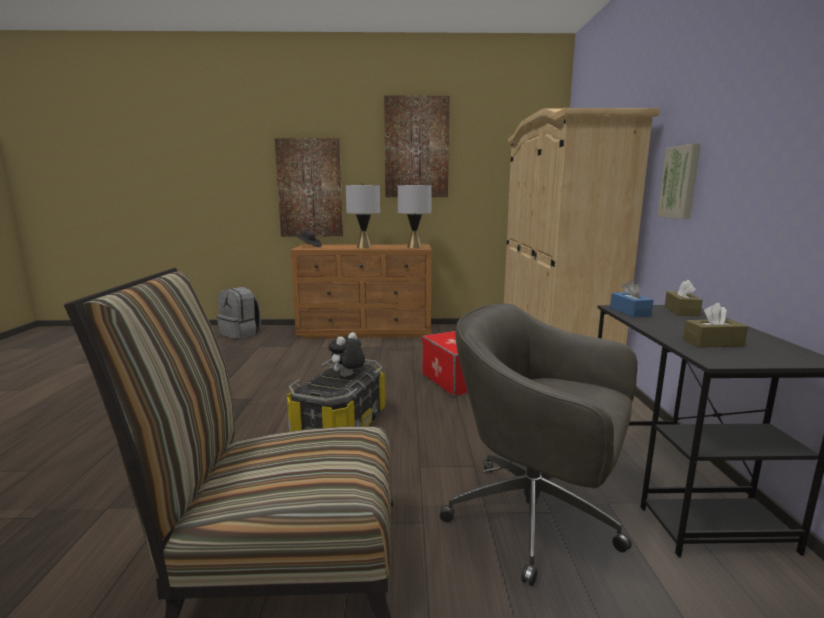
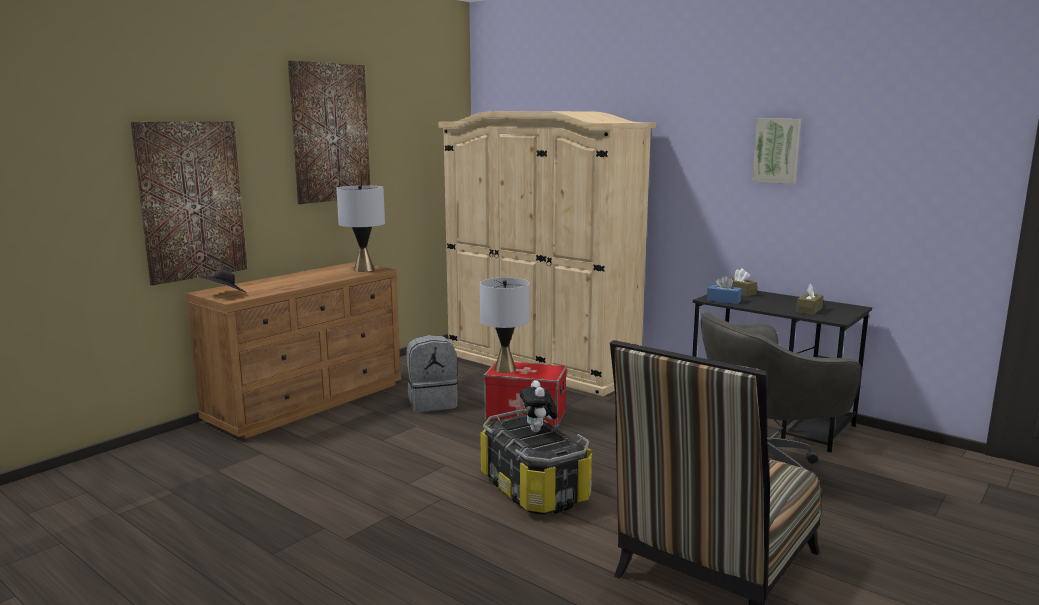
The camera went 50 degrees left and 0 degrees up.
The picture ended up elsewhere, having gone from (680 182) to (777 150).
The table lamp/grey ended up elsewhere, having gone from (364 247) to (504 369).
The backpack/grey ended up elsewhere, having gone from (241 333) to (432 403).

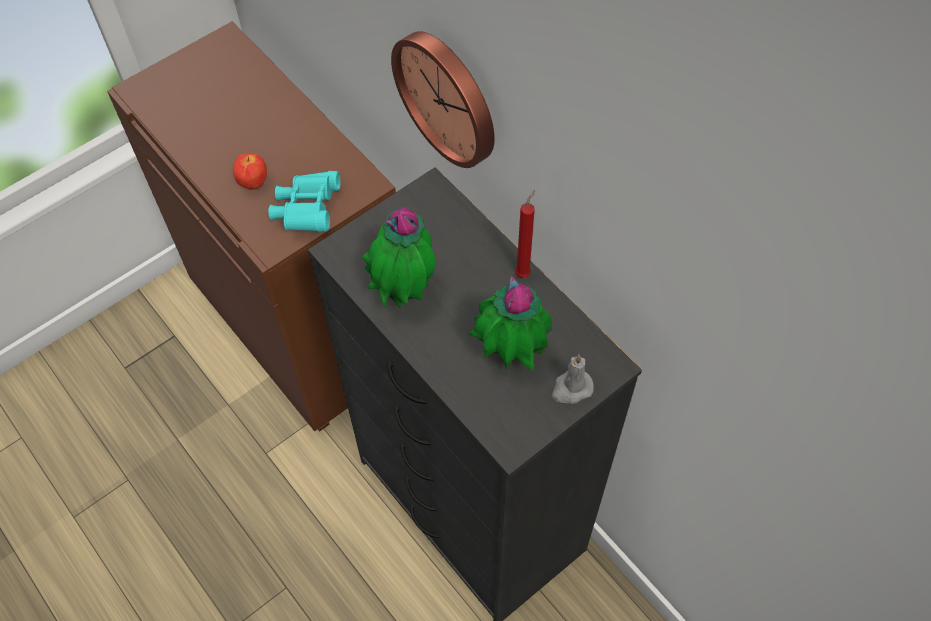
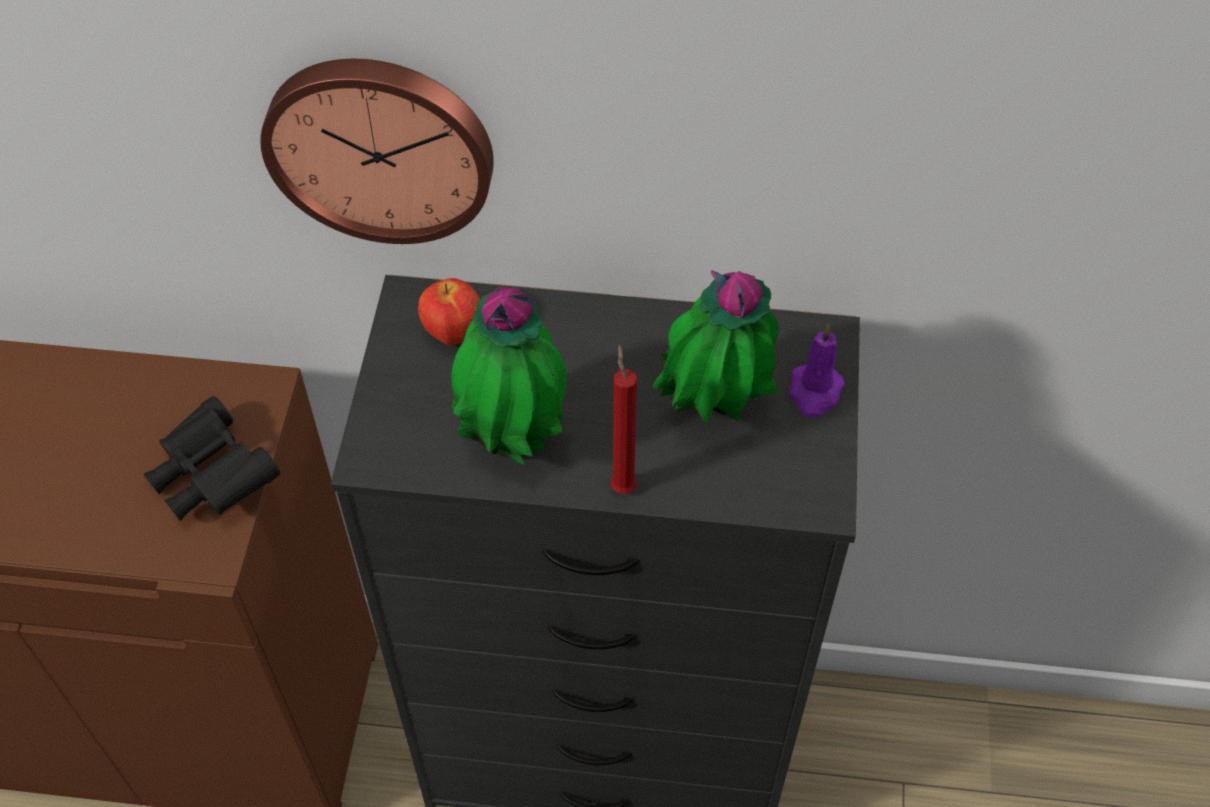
The camera went 45 degrees left and 5 degrees down.
The apple ended up elsewhere, having gone from (253 182) to (452 334).
What was the binoculars/turquoise at (307 211) turned into the binoculars/black at (213 477).
The candle/red ended up elsewhere, having gone from (524 272) to (622 485).
What was the candle/grey at (571 388) turned into the candle/purple at (814 392).

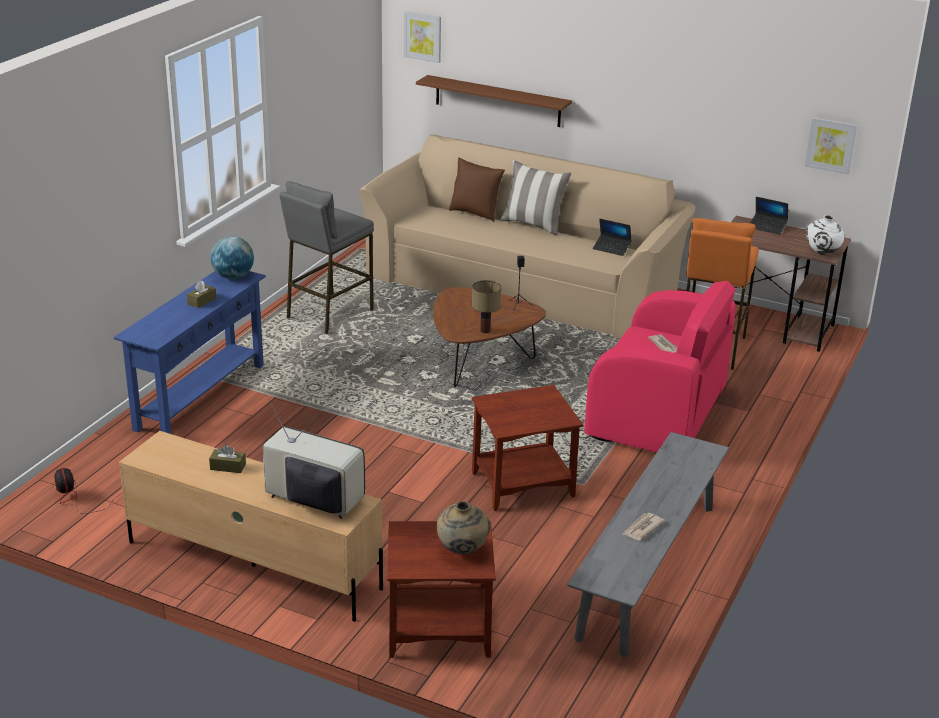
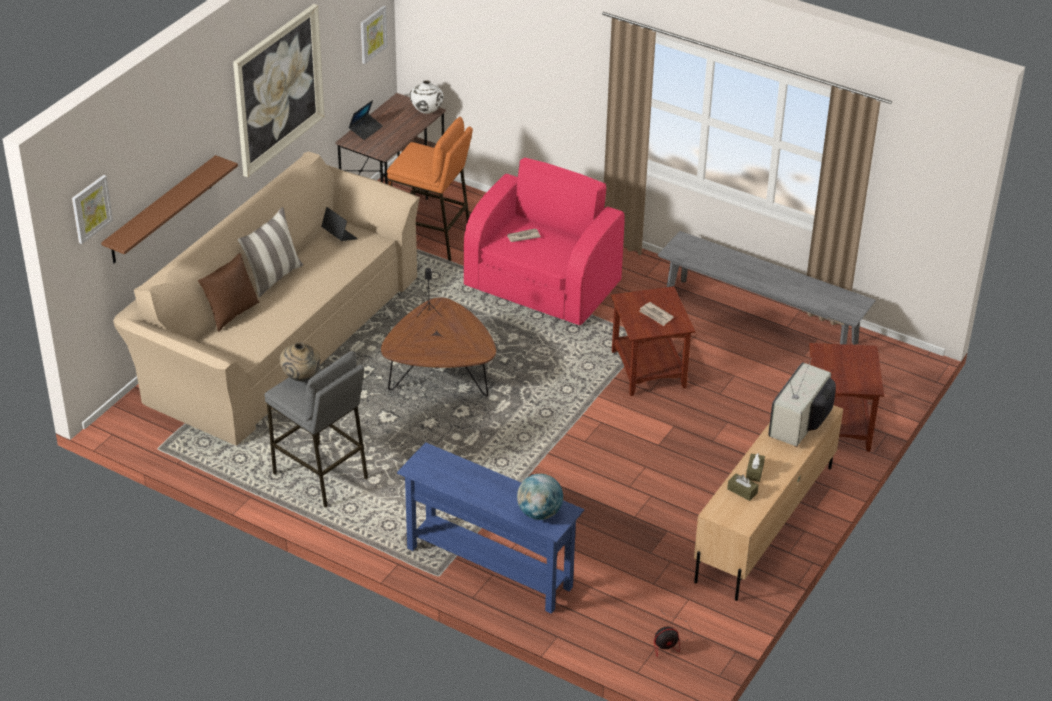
The camera went 85 degrees left and 10 degrees up.
The laptop at (611 248) ended up facing another way, 75 degrees counterclockwise from before.
The globe ended up elsewhere, having gone from (233 277) to (539 513).
The tissue box/brown ended up elsewhere, having gone from (202 301) to (742 491).
The second view lost the table lamp at (484 331).
The vase/beige ended up elsewhere, having gone from (462 551) to (301 378).
The newspaper ended up elsewhere, having gone from (642 528) to (656 315).
The second view gained the picture at (278 89).

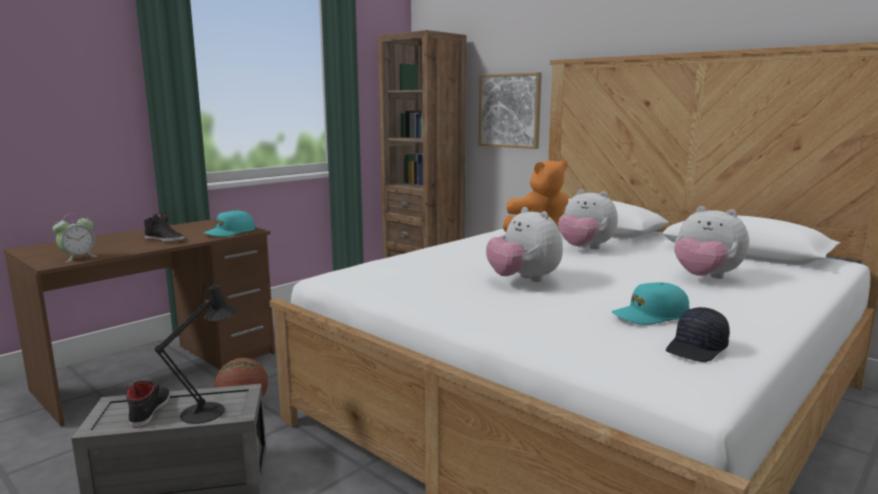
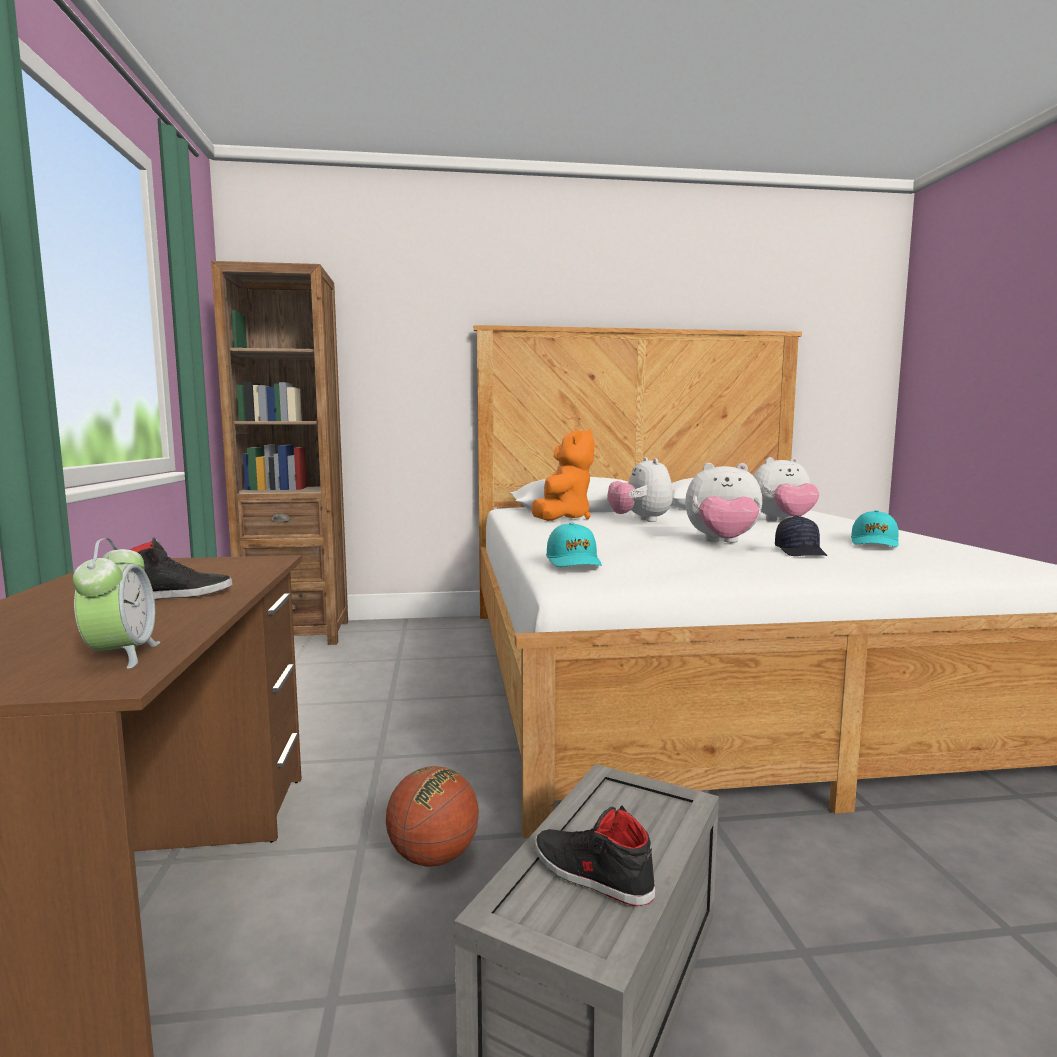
The camera went 50 degrees left and 5 degrees down.
The second view lost the picture at (509 110).
The plush toy at (585 248) ended up facing another way, 90 degrees clockwise from before.
The cap/turquoise ended up elsewhere, having gone from (230 232) to (573 561).
The second view lost the table lamp/black at (209 410).
The cap/black ended up elsewhere, having gone from (697 349) to (801 552).

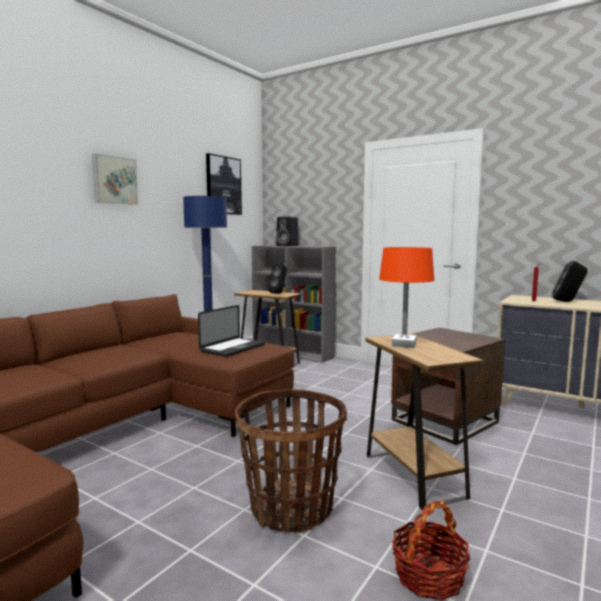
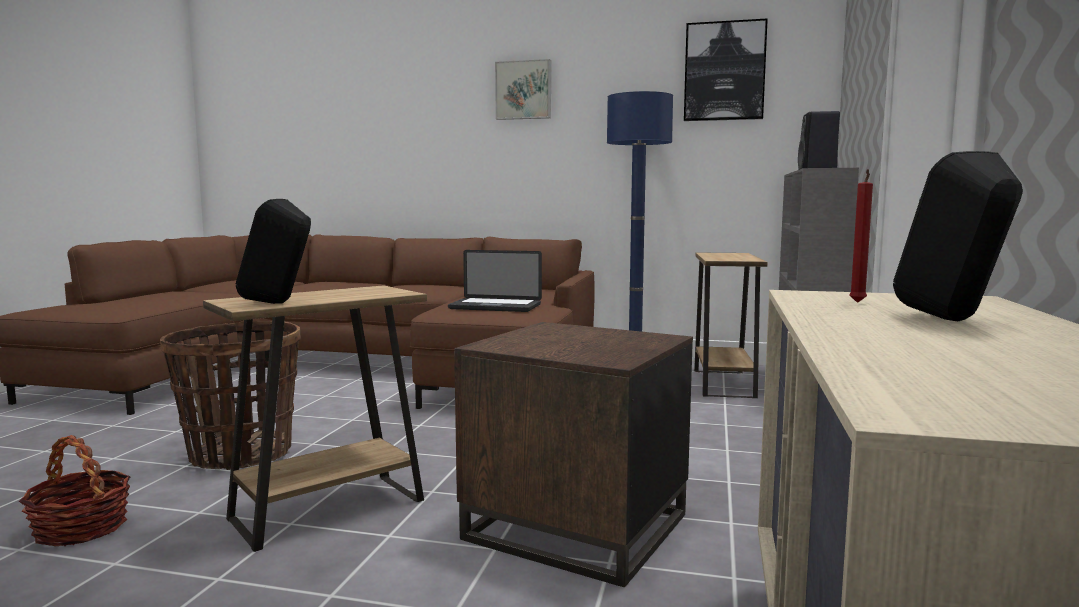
The camera went 70 degrees right and 0 degrees up.
The second view lost the table lamp/orange at (403 344).
The speaker/black ended up elsewhere, having gone from (279 293) to (279 303).

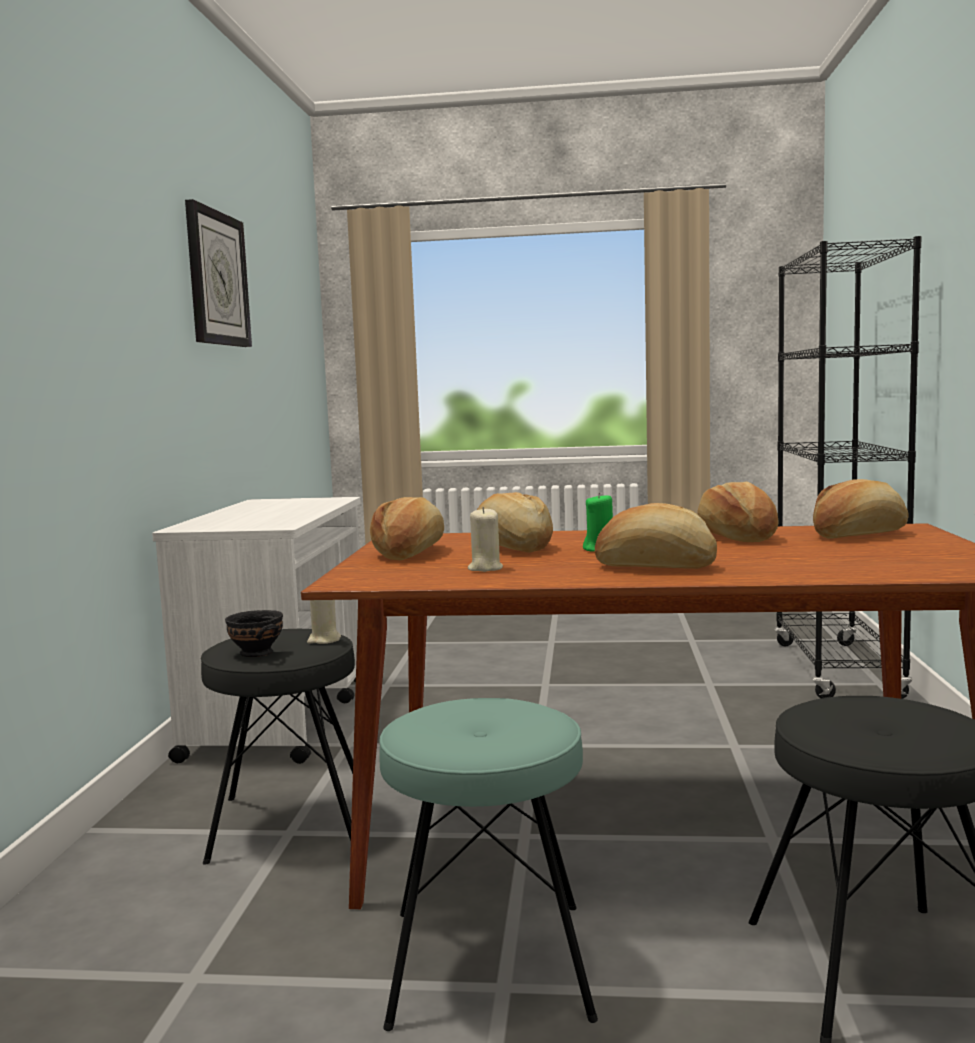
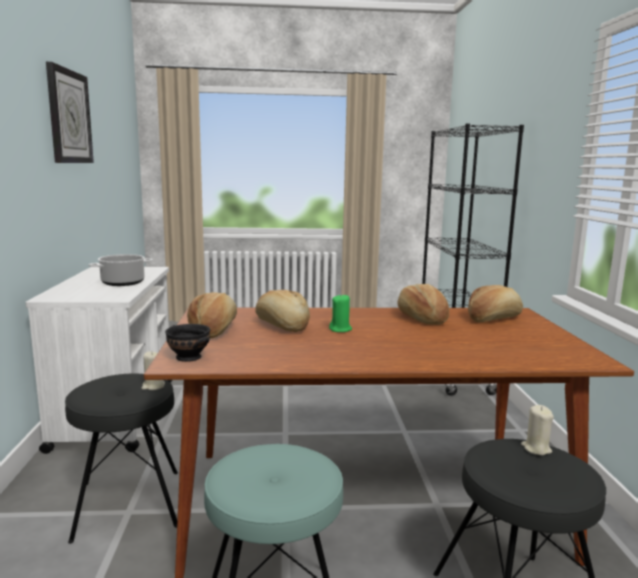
The camera went 10 degrees left and 5 degrees up.
The second view lost the bread at (655 567).
The candle/beige ended up elsewhere, having gone from (485 568) to (536 448).
The bowl/black ended up elsewhere, having gone from (257 652) to (188 357).
The second view gained the cooking pot at (123 282).

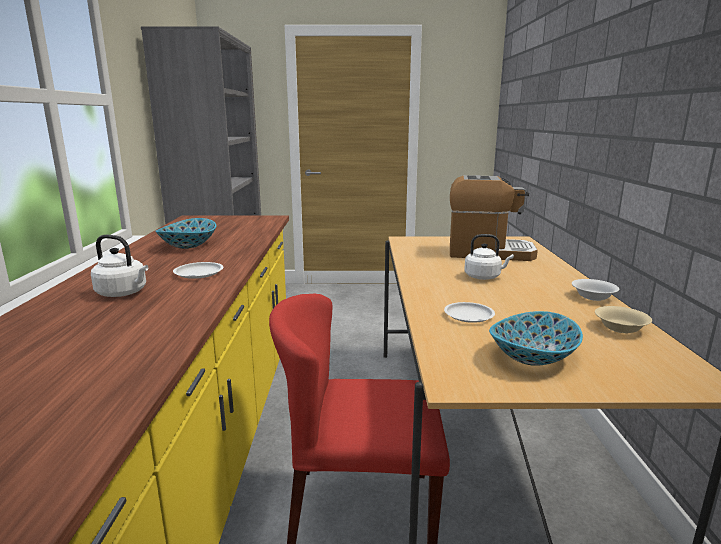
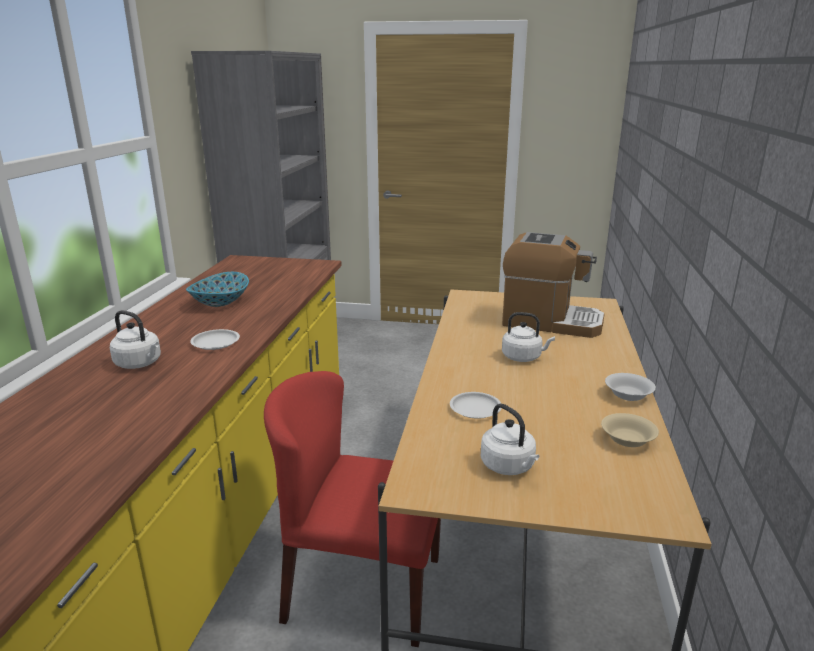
The camera went 10 degrees right and 5 degrees up.
Where the bowl stood at (533 357), the kettle/white came to stand at (509 467).

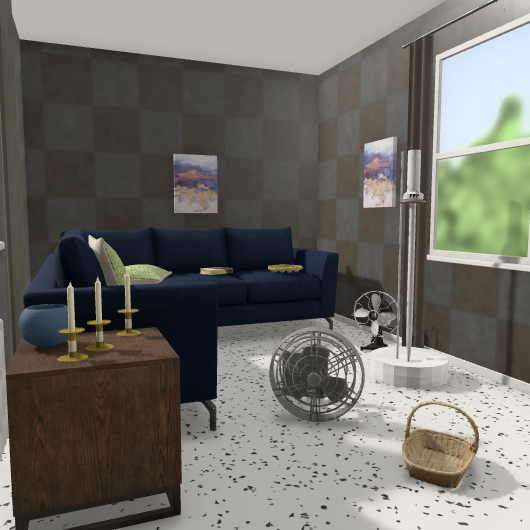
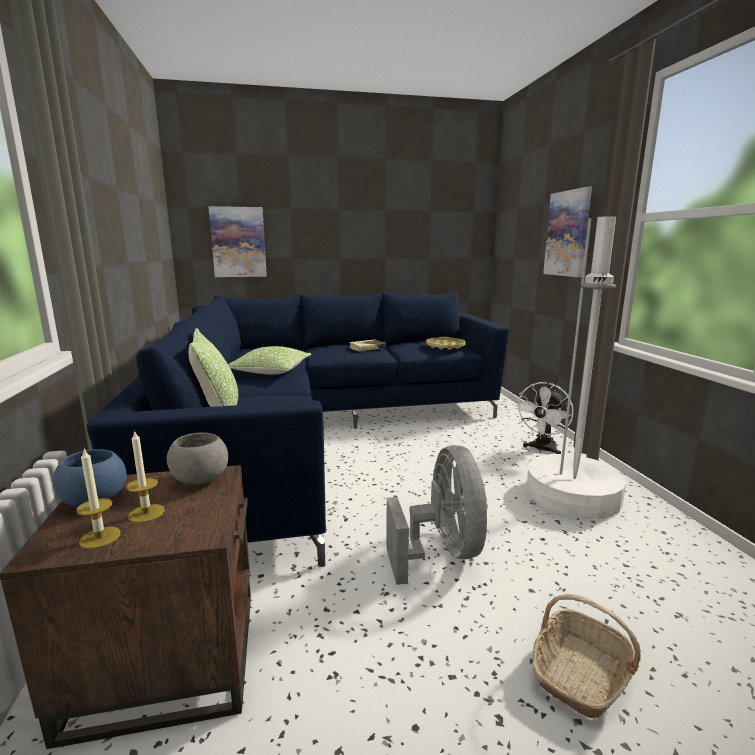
The camera went 10 degrees right and 10 degrees up.
The picture ended up elsewhere, having gone from (195 184) to (238 242).
Where the candle stood at (128 333), the bowl/grey came to stand at (199 480).
The fan/grey at (313 415) ended up facing another way, 120 degrees counterclockwise from before.

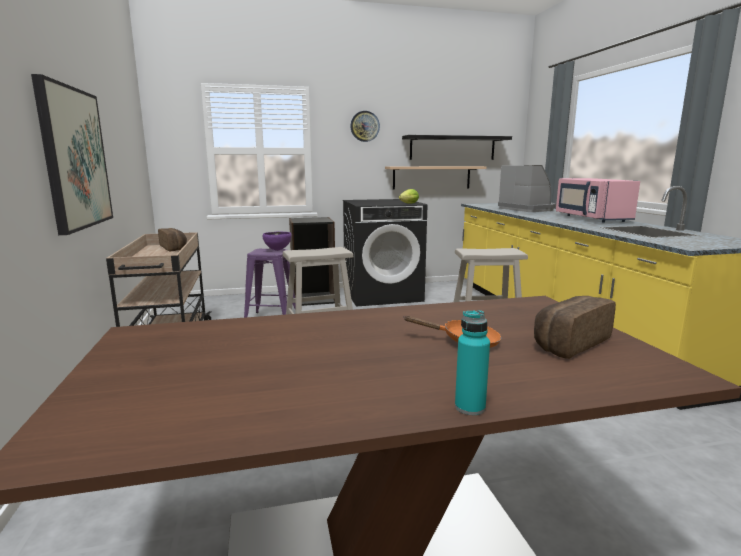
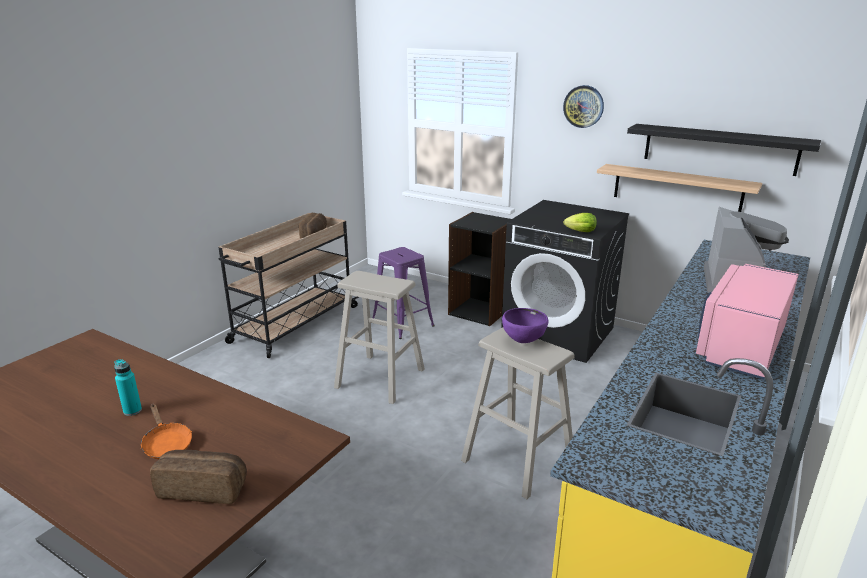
The camera went 45 degrees right and 10 degrees up.
The second view lost the picture at (75 158).
The bowl/purple ended up elsewhere, having gone from (278 250) to (523 341).
The bottle/turquoise ended up elsewhere, having gone from (470 407) to (132 411).

